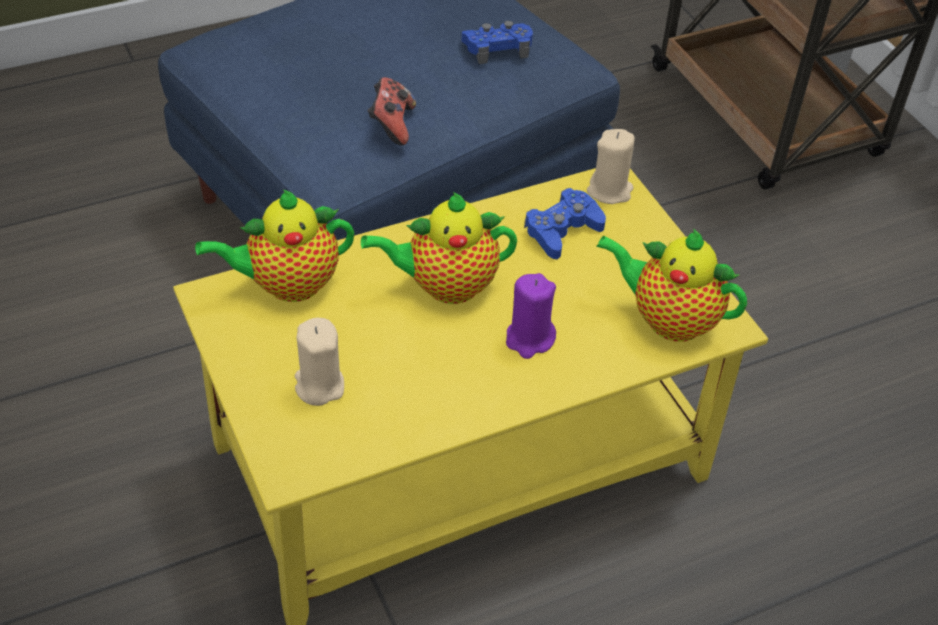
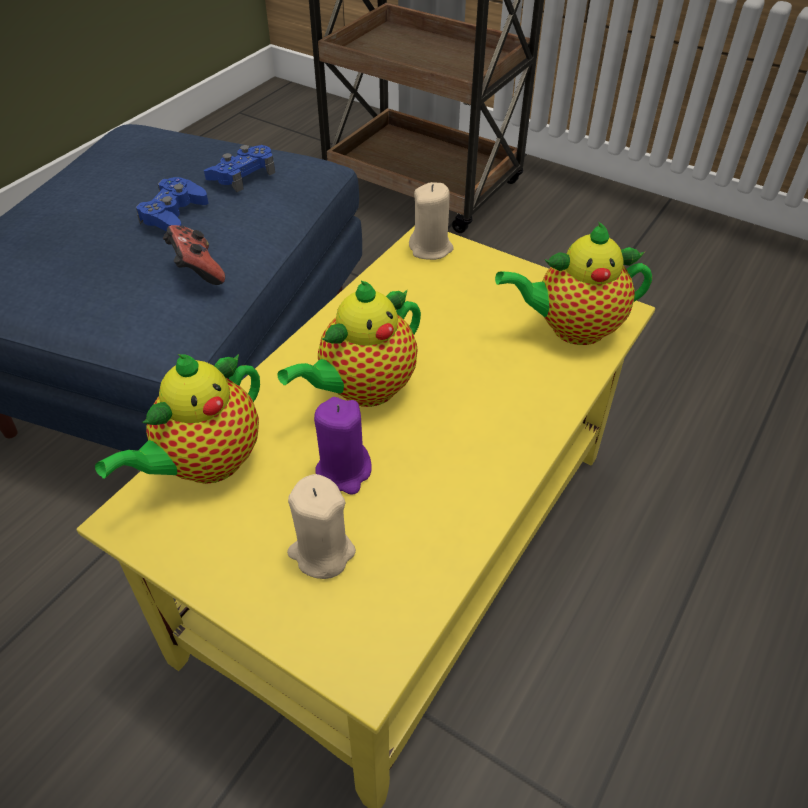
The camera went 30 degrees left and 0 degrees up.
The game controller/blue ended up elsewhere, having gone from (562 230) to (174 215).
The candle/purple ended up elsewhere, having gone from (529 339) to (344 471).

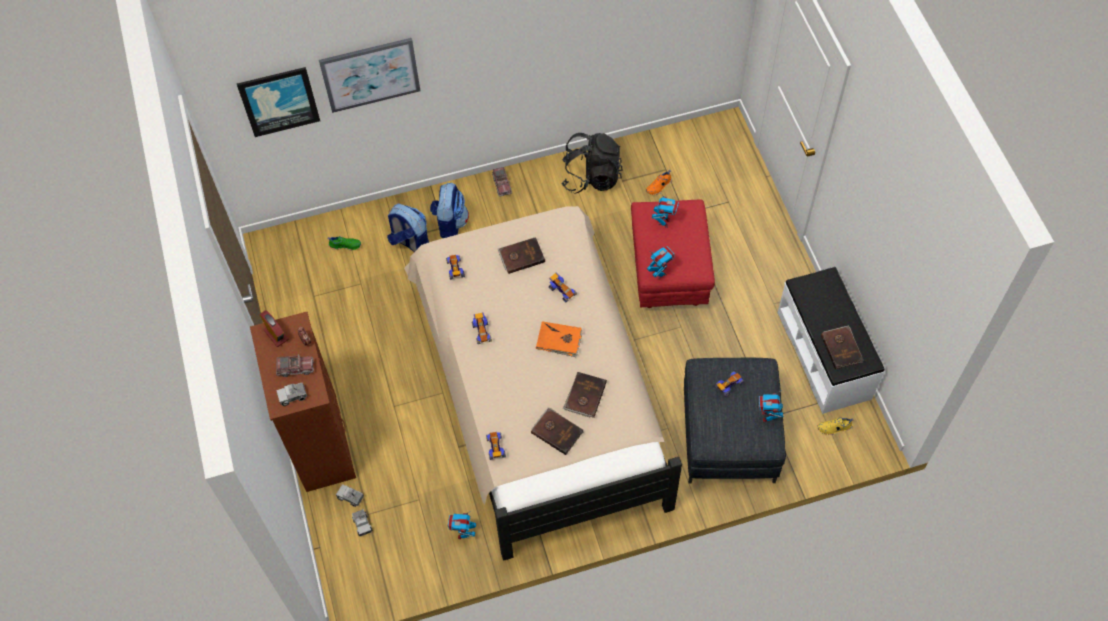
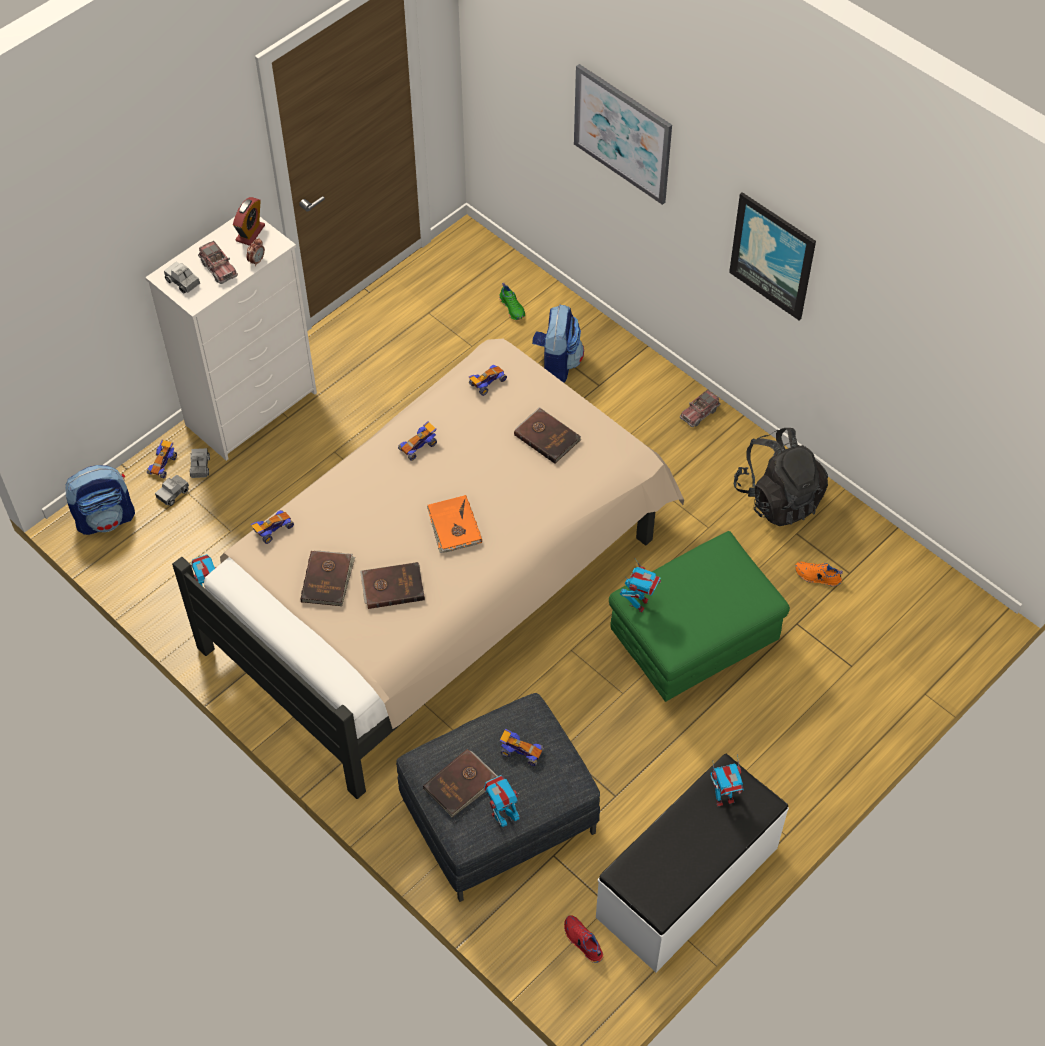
The camera went 60 degrees right and 5 degrees down.
The picture ended up elsewhere, having gone from (279 101) to (773 255).
The backpack ended up elsewhere, having gone from (450 223) to (106 518).
The toy robot ended up elsewhere, having gone from (664 222) to (723 797).
What was the ottoman/red at (669 274) turned into the ottoman/green at (692 646).
The toy car ended up elsewhere, having gone from (562 290) to (162 464).
What was the dresser/brown at (322 441) turned into the dresser/white at (253 408).
The book/brown ended up elsewhere, having gone from (841 348) to (461 785).
What was the shoe/yellow at (834 428) turned into the shoe/red at (582 942).

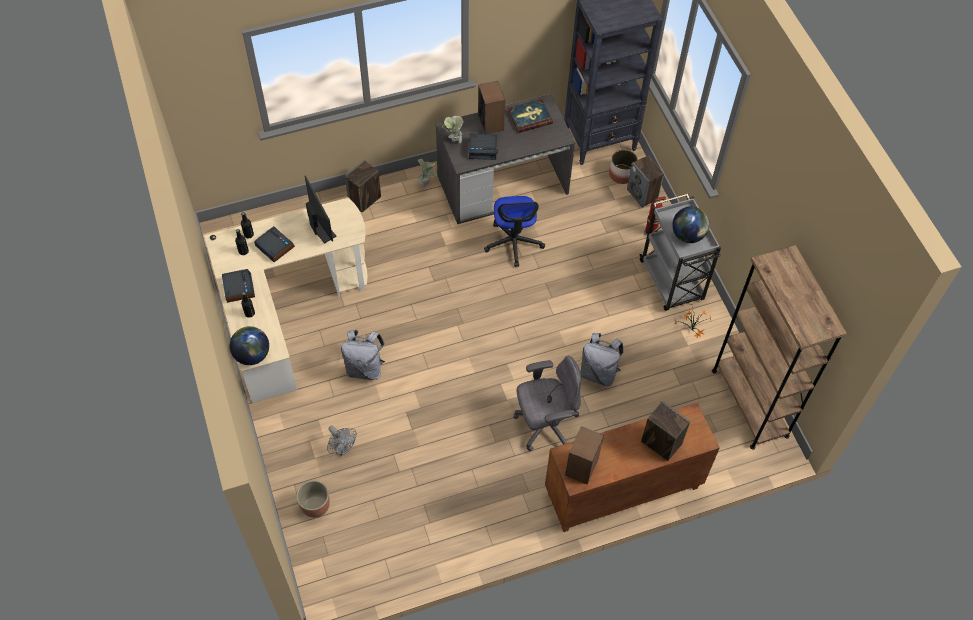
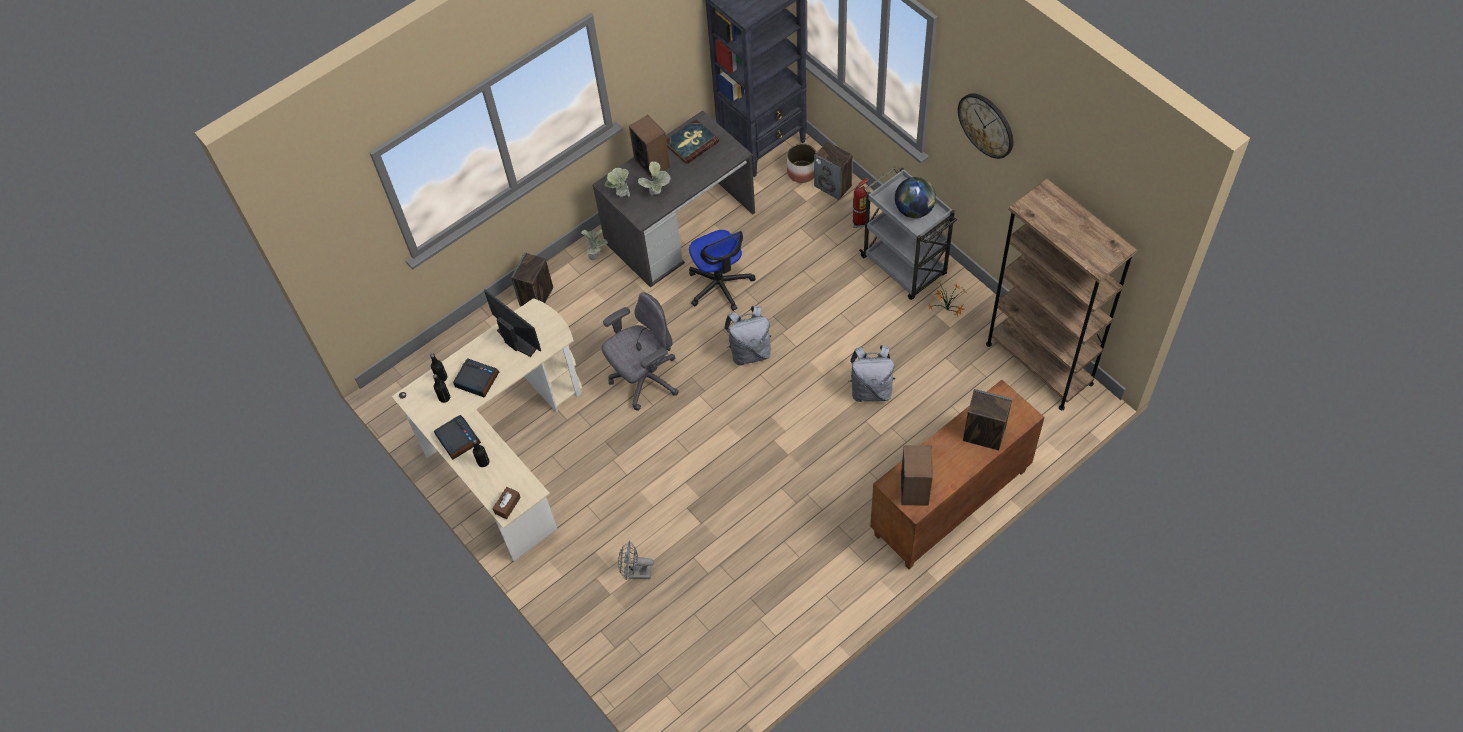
The camera went 15 degrees left and 0 degrees up.
Where the alarm clock stood at (483 149), the potted plant came to stand at (657 194).
Where the globe stood at (252 355), the tissue box/brown came to stand at (507 505).
The backpack/grey ended up elsewhere, having gone from (365 368) to (750 352).
The office chair/grey ended up elsewhere, having gone from (545 425) to (644 379).
The fan/grey at (342 449) ended up facing another way, 150 degrees clockwise from before.
The second view lost the planter at (315 506).
The second view gained the wall clock at (986 125).

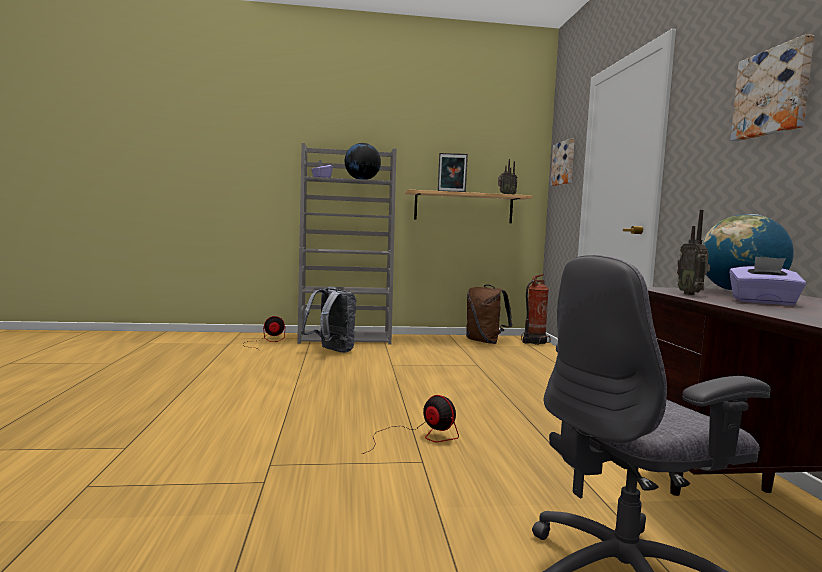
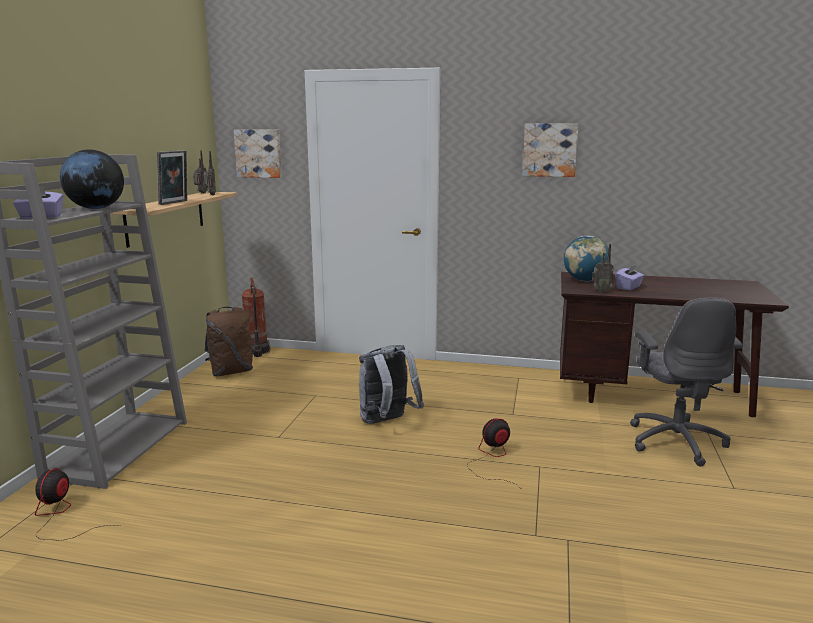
The camera went 70 degrees left and 10 degrees up.
The backpack/grey ended up elsewhere, having gone from (331 351) to (387 422).

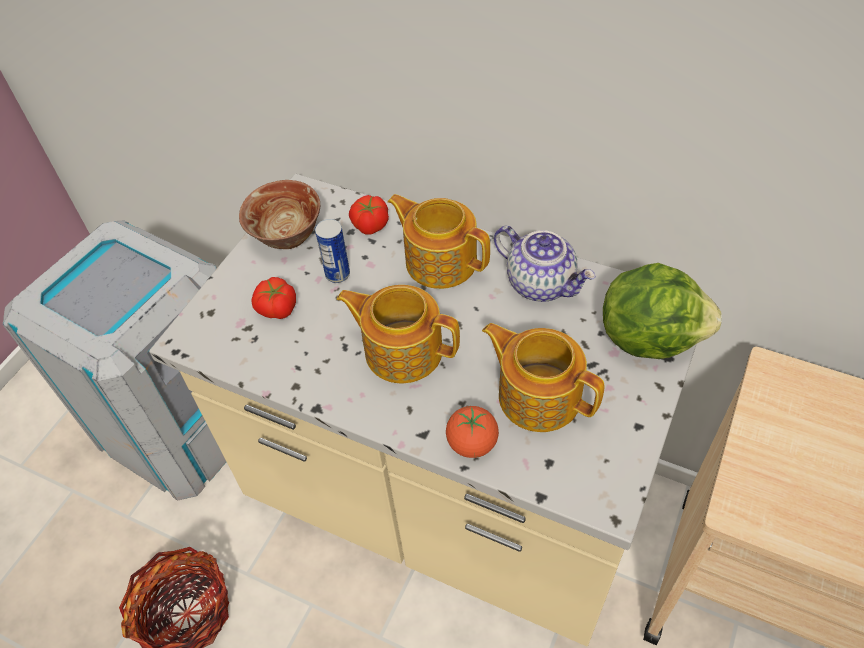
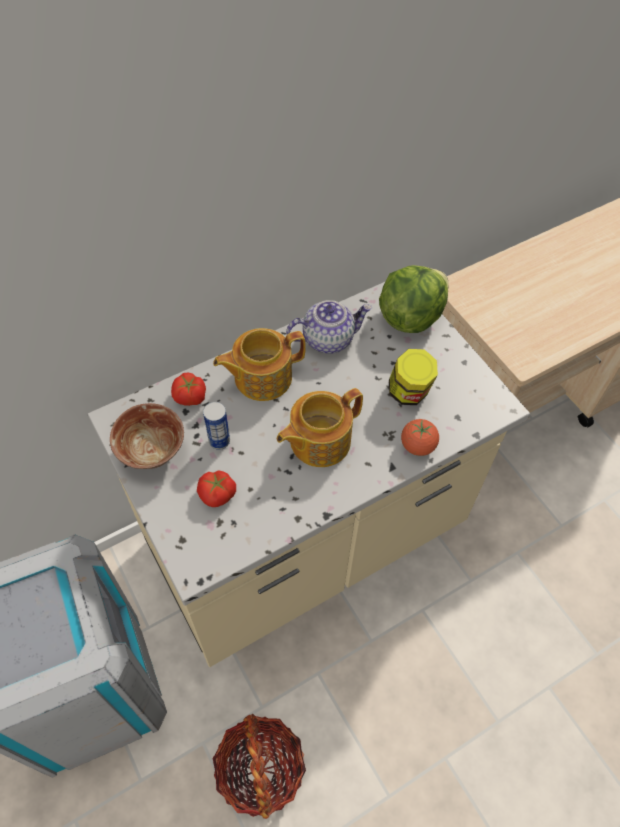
The camera went 60 degrees left and 5 degrees up.
Where the teapot stood at (538 395), the jar came to stand at (408 393).

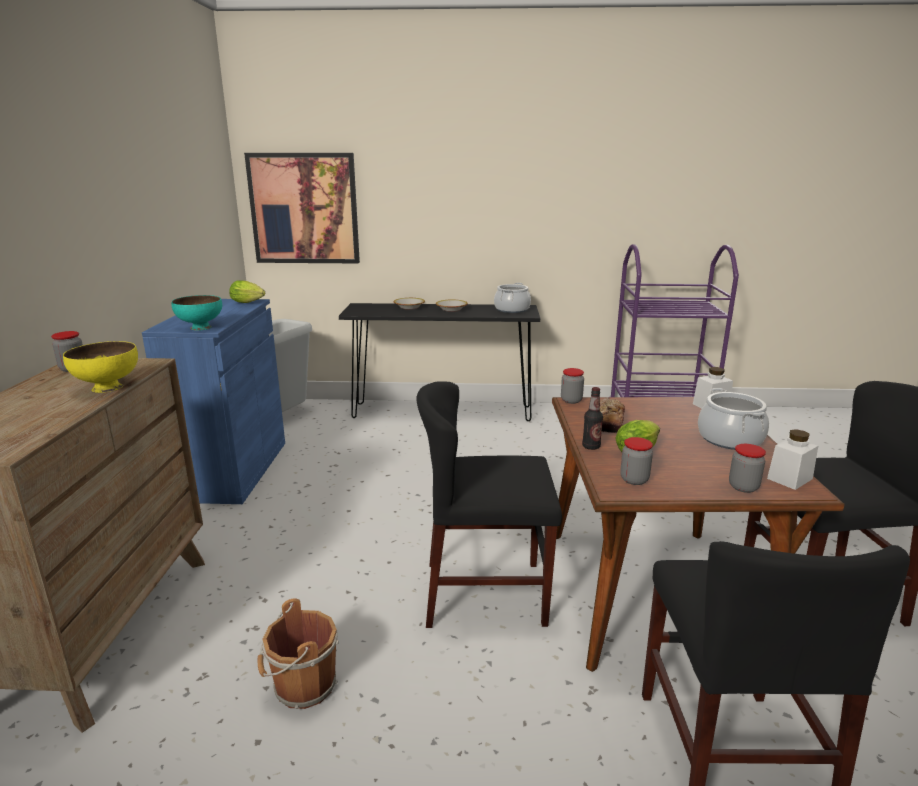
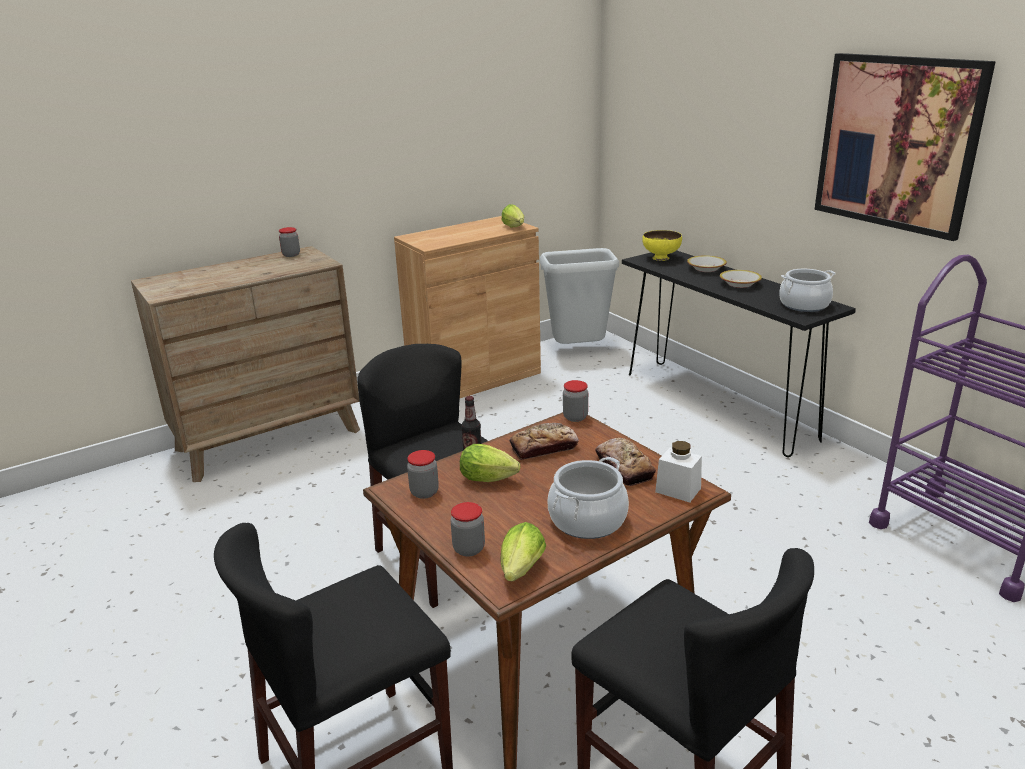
The camera went 55 degrees right and 5 degrees up.
The picture ended up elsewhere, having gone from (304 209) to (897 143).
The second view lost the bowl/turquoise at (200 328).
What was the cabinet/blue at (234 470) turned into the cabinet/brown at (474 378).
The bowl/yellow ended up elsewhere, having gone from (108 388) to (661 258).
Where the jar/white stood at (789 478), the lettuce came to stand at (520 572).
The second view lost the bucket/brown at (302 687).
The second view gained the bread at (624 467).

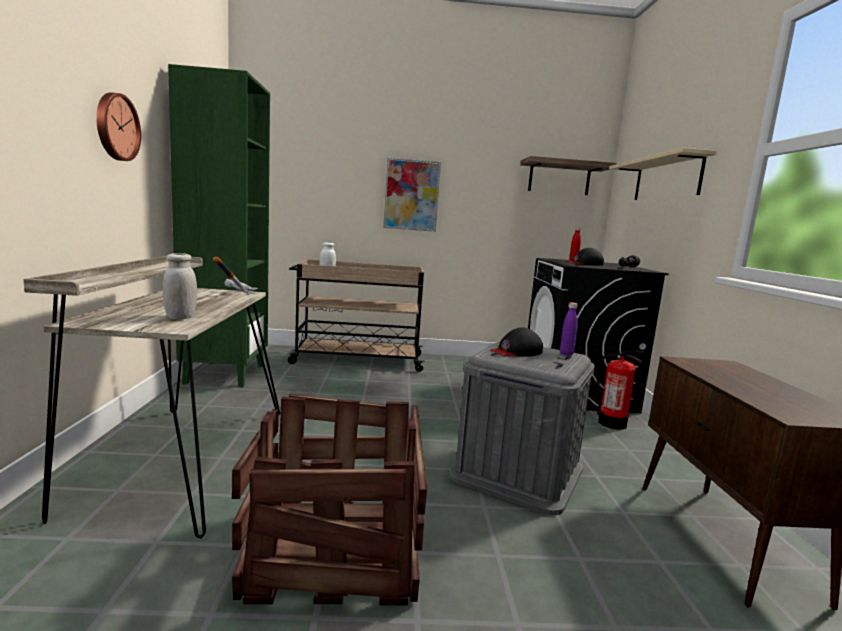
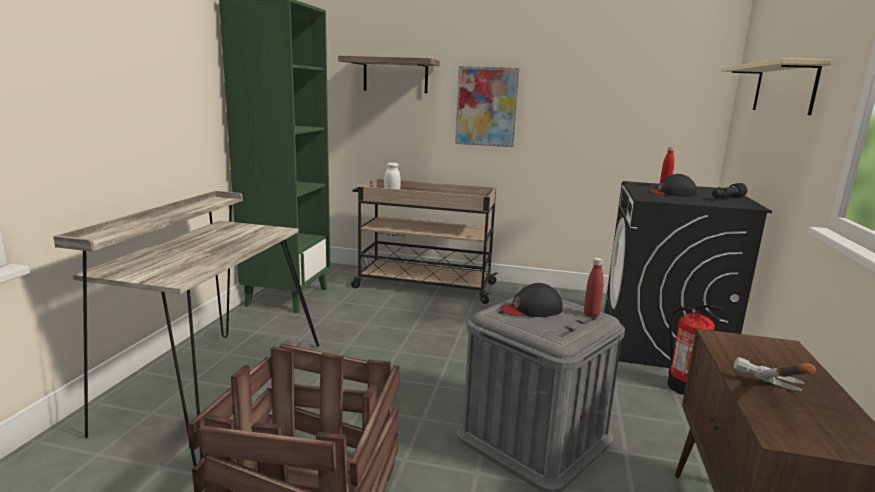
The camera went 15 degrees right and 5 degrees up.
The second view lost the wall clock at (116 127).
The shelf ended up elsewhere, having gone from (559 178) to (395 75).
The second view lost the jar/white at (181 317).
The hammer ended up elsewhere, having gone from (227 296) to (763 400).
What was the bottle/purple at (566 354) turned into the bottle/red at (591 315).

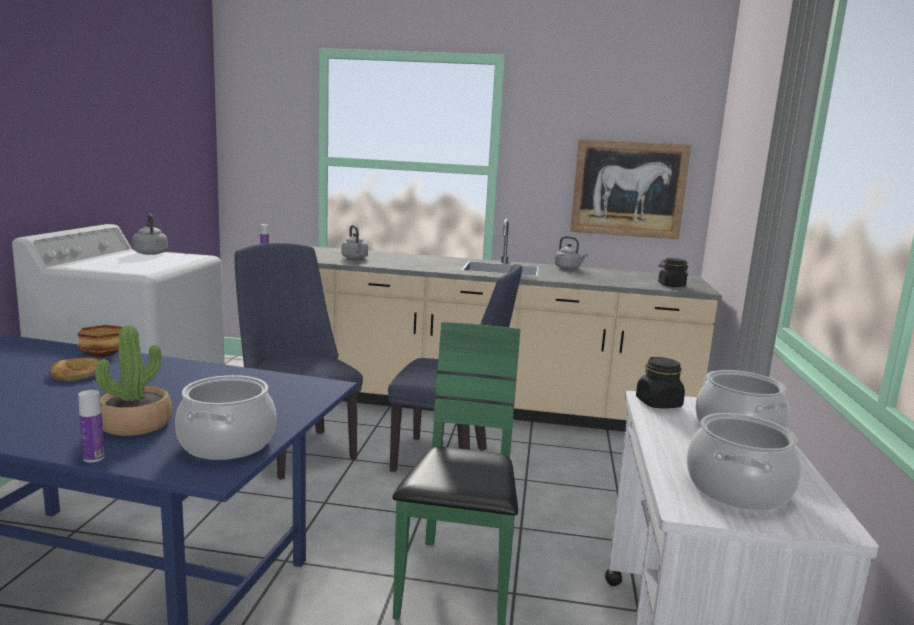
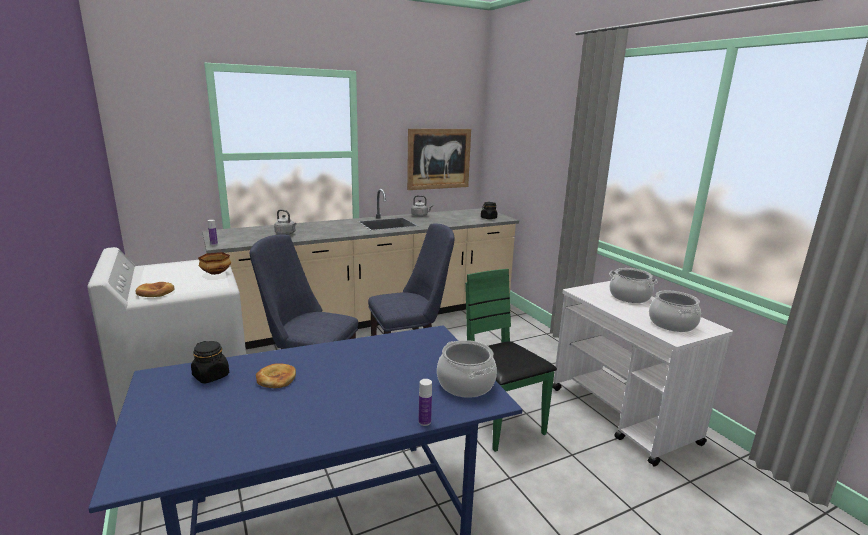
The camera went 35 degrees left and 5 degrees up.
The second view lost the kettle/grey at (150 253).
The bowl ended up elsewhere, having gone from (101 355) to (215 273).
The second view lost the potted plant at (136 424).
The jar/black ended up elsewhere, having gone from (658 403) to (211 376).
The second view gained the bread at (155 292).

